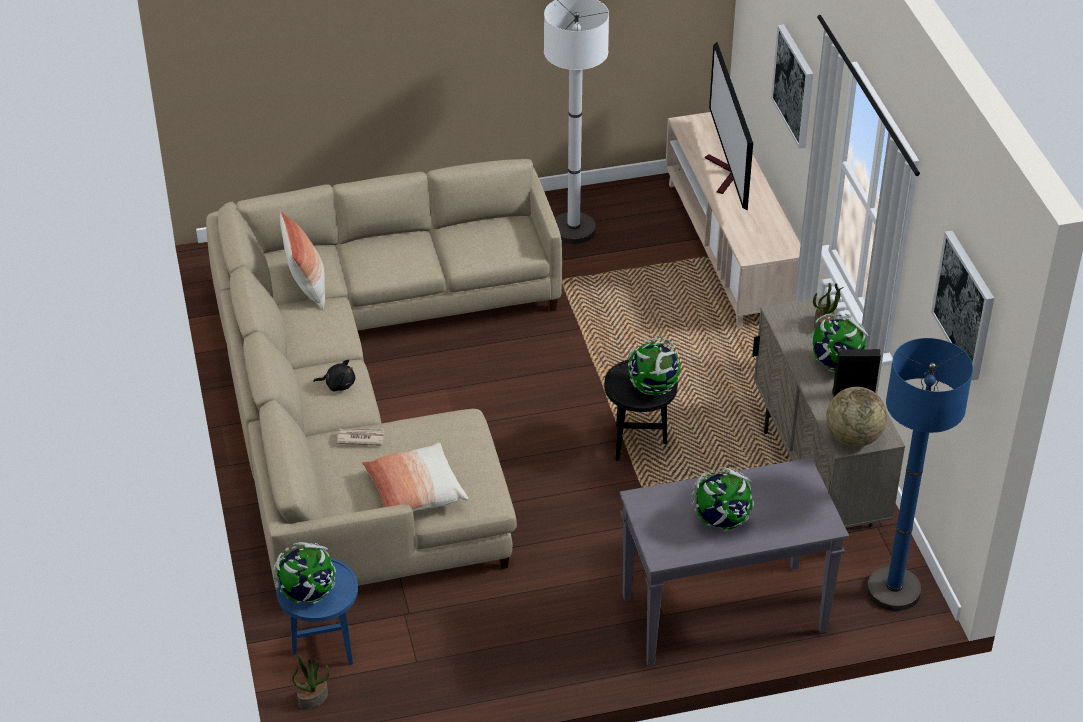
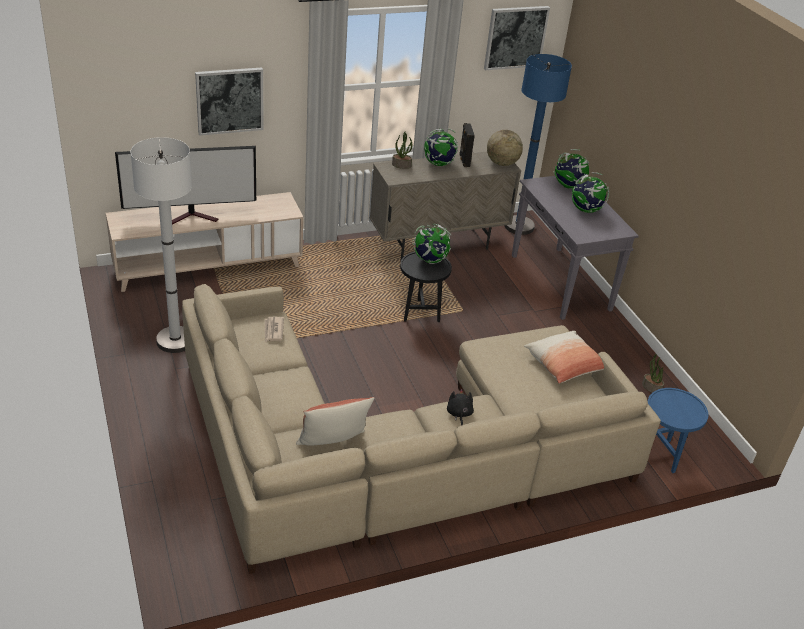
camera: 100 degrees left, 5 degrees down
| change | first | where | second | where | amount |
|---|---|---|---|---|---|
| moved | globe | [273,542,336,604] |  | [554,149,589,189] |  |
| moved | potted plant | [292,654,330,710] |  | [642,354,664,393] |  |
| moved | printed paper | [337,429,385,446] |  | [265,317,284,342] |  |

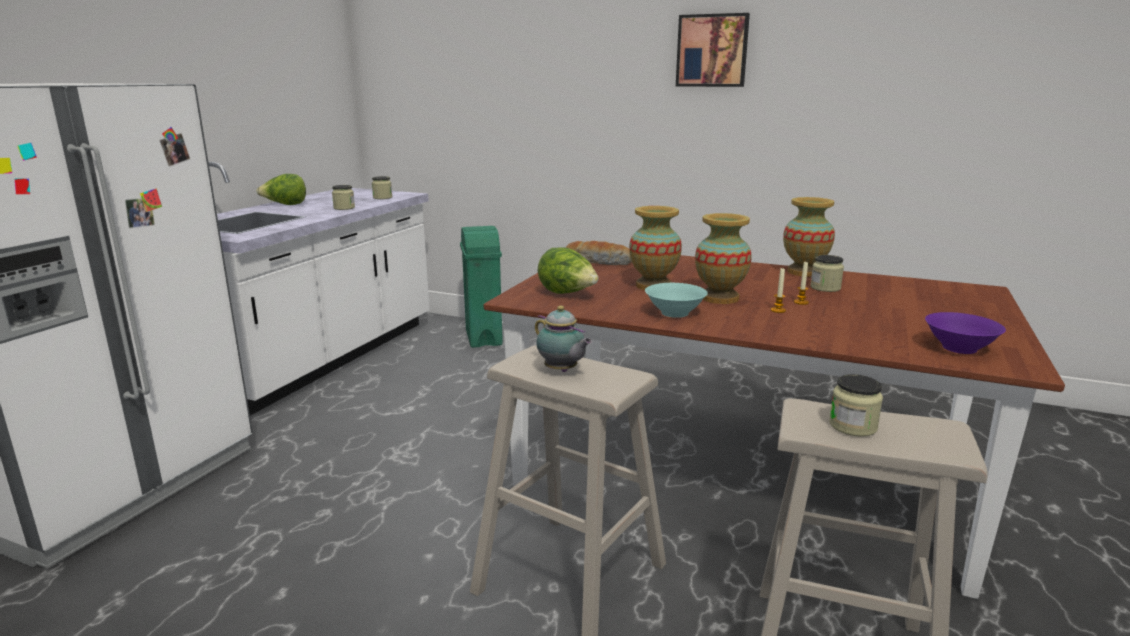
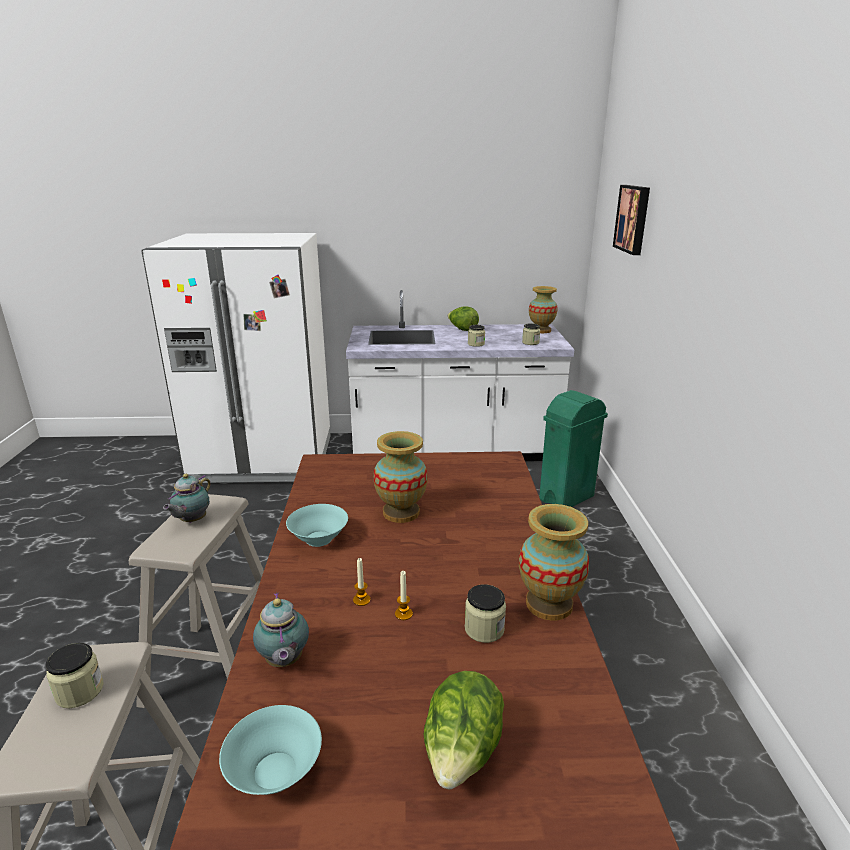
camera: 65 degrees right, 5 degrees up
| change | first | where | second | where | amount |
|---|---|---|---|---|---|
| moved | lettuce head | [538,247,599,294] |  | [424,671,504,789] |  |
| removed | bakery bread | [566,241,632,265] |  |  |  |
| moved | wall art | [676,13,750,87] |  | [613,185,650,255] |  |
| moved | decorative vase | [695,213,752,304] |  | [529,286,558,333] |  |
| recoloured | purple serving bowl | [925,312,1006,354] | turquoise serving bowl | [219,705,322,795] |  |
| added |  |  | pot for tea | [253,592,309,667] |  |

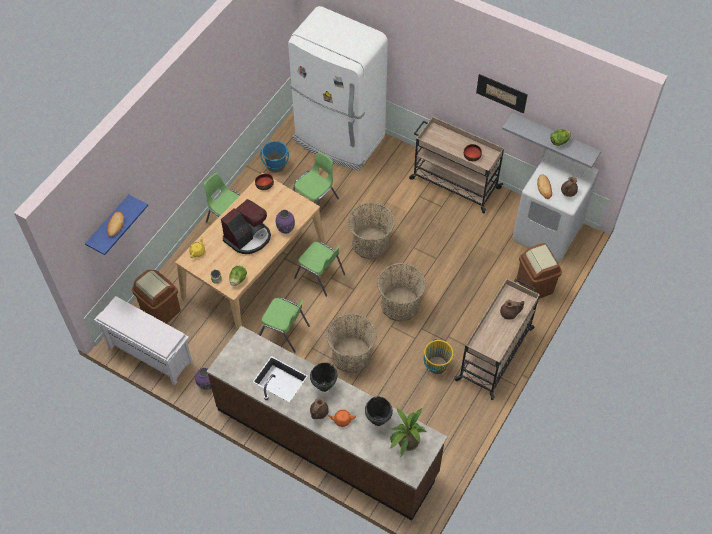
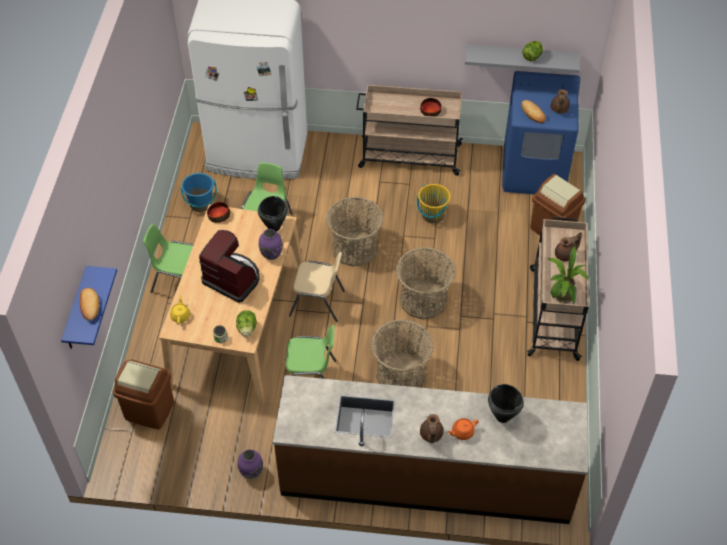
camera: 25 degrees left, 5 degrees down
| change | first | where | second | where | amount |
|---|---|---|---|---|---|
| removed | white-coloured long seat | [94,296,193,385] |  |  |  |
| turned | coffee machine | [221,199,271,254] |  | [199,230,260,303] | 75 degrees counterclockwise |
| recoloured | greenish chair | [294,242,345,297] | sand-coloured chair | [289,252,345,322] |  |
| moved | black saucepot | [310,362,338,392] |  | [258,196,287,232] |  |
| moved | potted plant | [389,408,427,457] |  | [548,246,589,304] |  |
| moved | yellow water bucket | [424,339,454,374] |  | [417,184,451,223] |  |
| removed | wall art | [476,74,528,114] |  |  |  |
| recoloured | white-coloured laundry machine | [512,149,599,262] | bluish laundry machine | [502,71,580,194] |  |

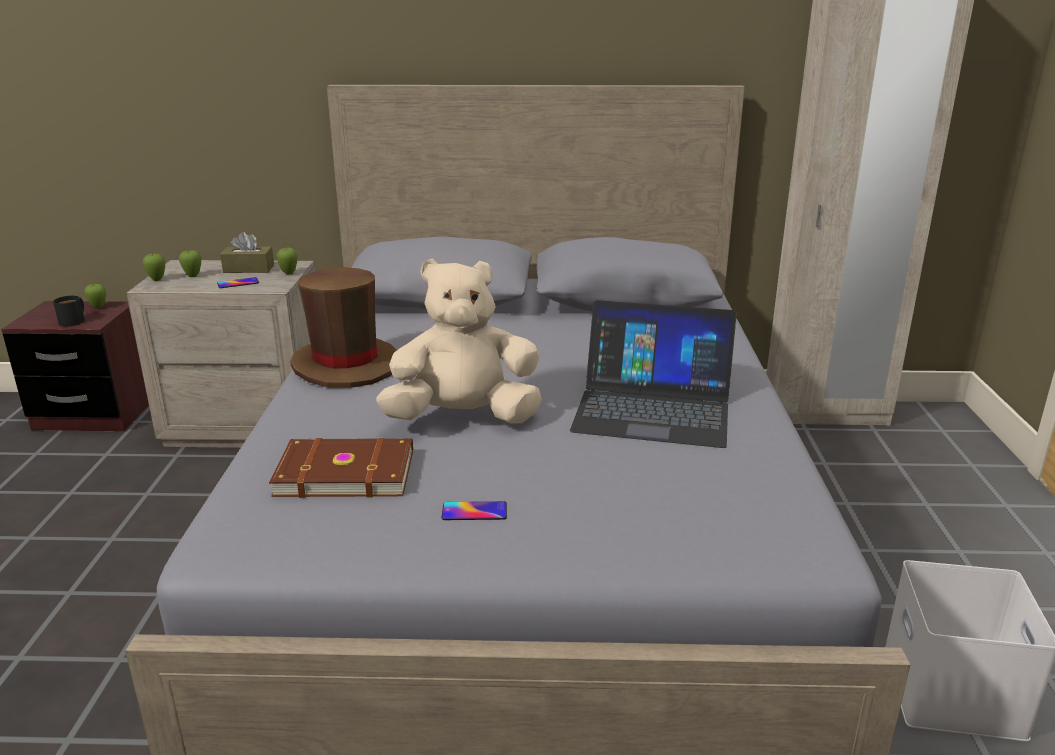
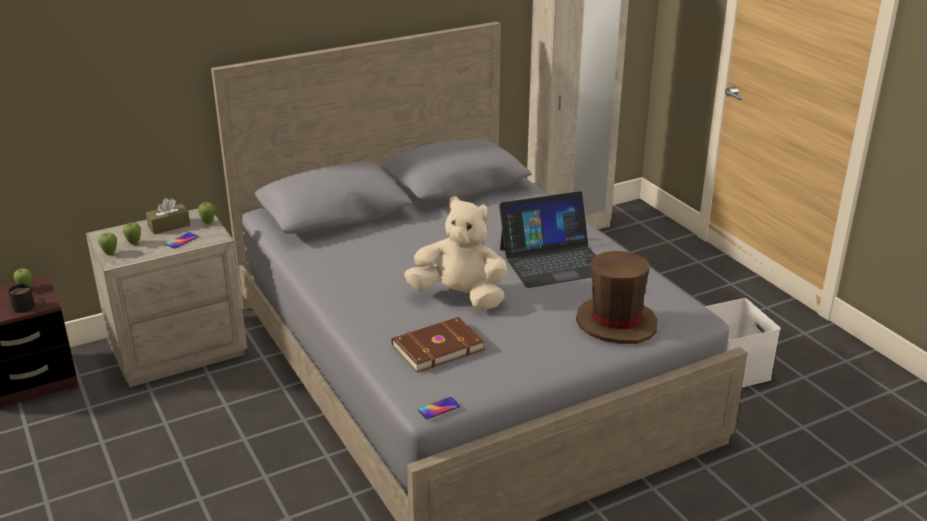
camera: 30 degrees left, 5 degrees up
| change | first | where | second | where | amount |
|---|---|---|---|---|---|
| moved | brown clothing hat | [290,267,397,388] |  | [576,251,658,344] |  |
| turned | sand-coloured plush toy | [377,259,542,424] |  | [404,196,508,310] | 60 degrees clockwise |
| moved | telephone | [442,501,507,520] |  | [418,397,460,419] |  |

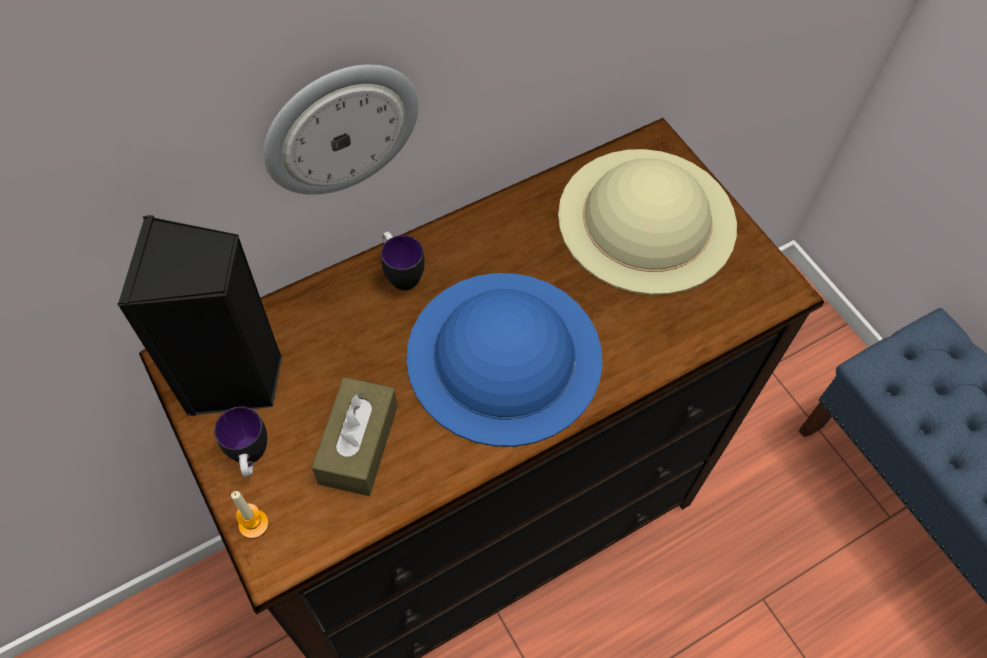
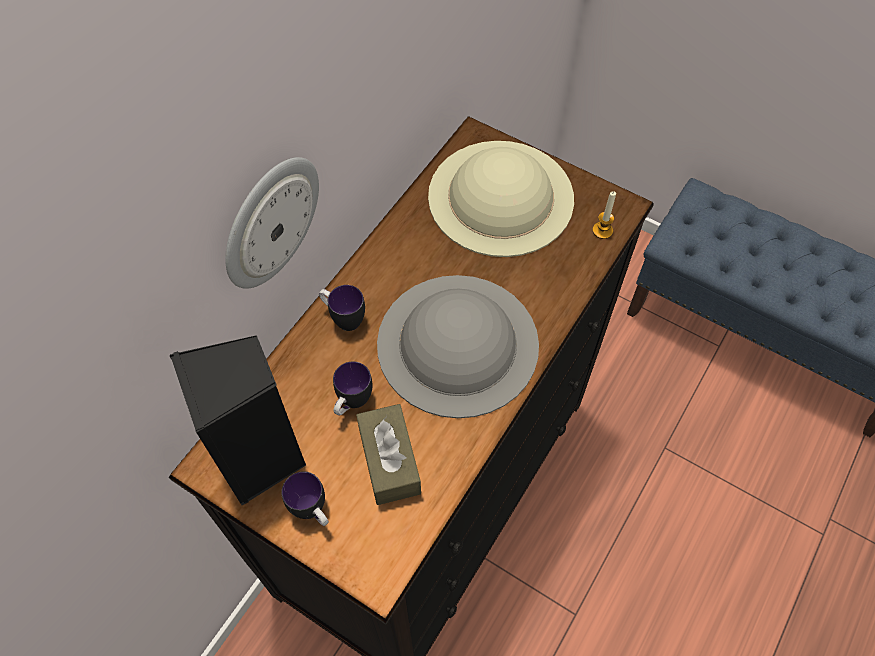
camera: 25 degrees left, 0 degrees up
| change | first | where | second | where | amount |
|---|---|---|---|---|---|
| moved | wax candle | [231,491,269,539] |  | [592,191,616,239] |  |
| recoloured | bluish clothing hat | [406,273,603,447] | grey clothing hat | [377,275,539,418] |  |
| added |  |  | coffee mug | [333,361,373,415] |  |

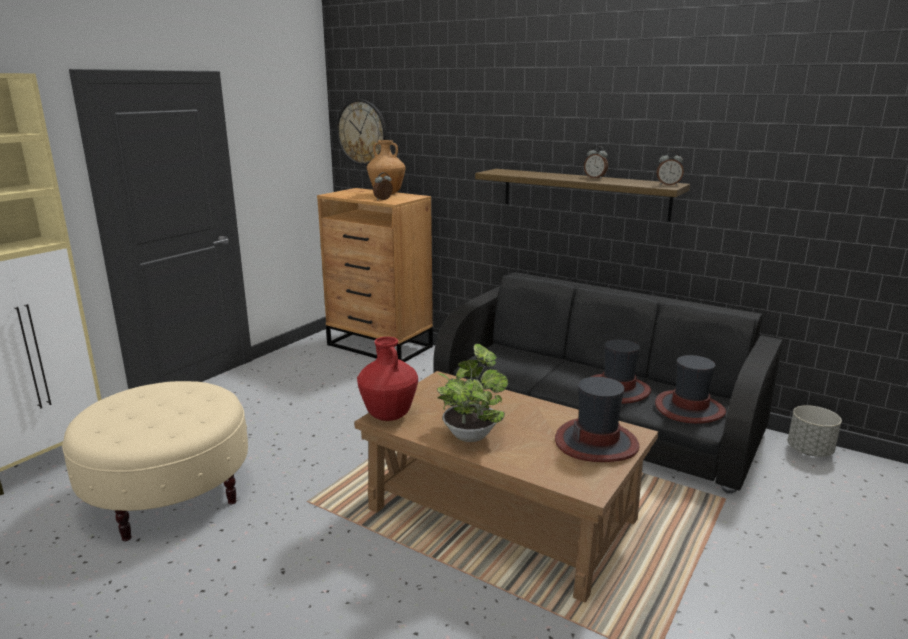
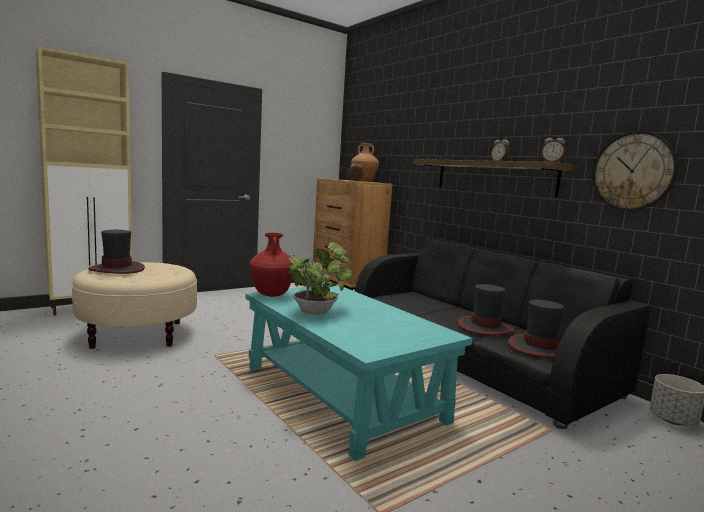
camera: 20 degrees right, 10 degrees down
| change | first | where | second | where | amount |
|---|---|---|---|---|---|
| moved | wall clock | [336,99,387,165] |  | [592,131,678,210] |  |
| recoloured | brown lounge table | [354,371,658,603] | turquoise lounge table | [246,285,472,461] |  |
| moved | clothing hat | [555,377,639,462] |  | [88,230,145,274] |  |

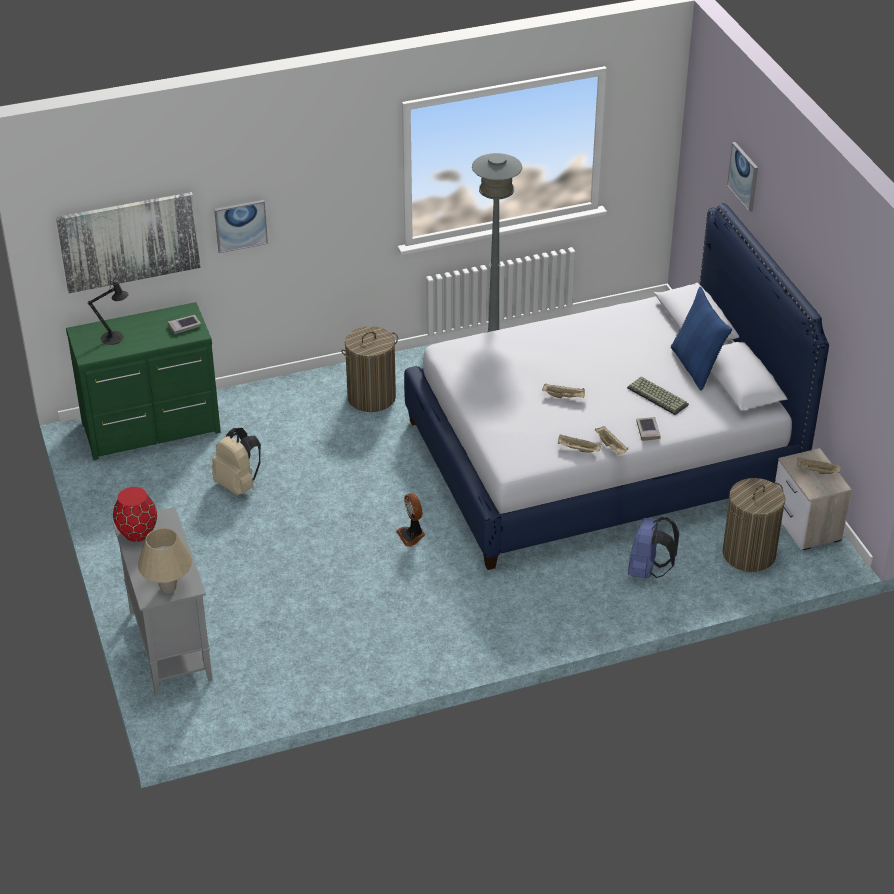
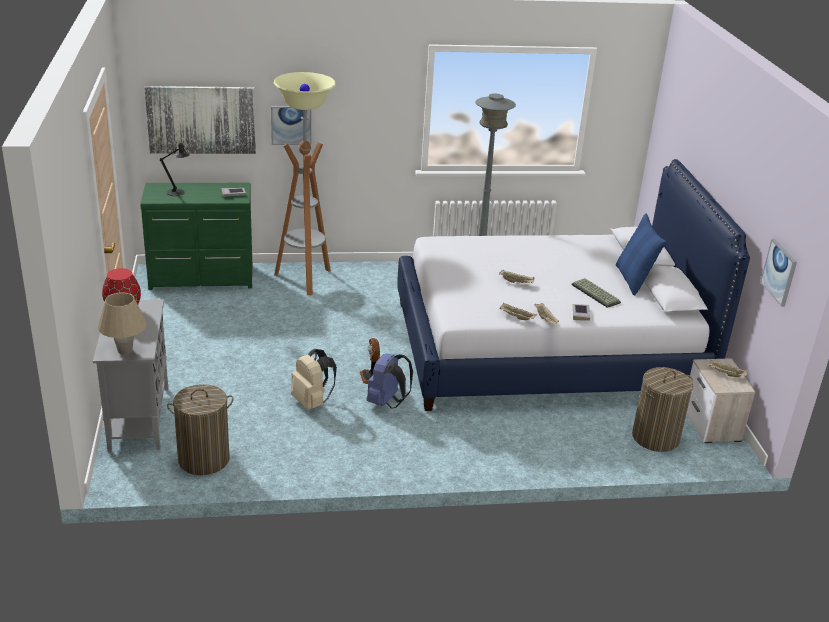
camera: 10 degrees right, 10 degrees down
| change | first | where | second | where | amount |
|---|---|---|---|---|---|
| moved | sand-coloured rucksack | [212,428,261,495] |  | [291,349,337,410] |  |
| moved | laundry basket | [341,326,398,412] |  | [167,384,233,475] |  |
| moved | bluish rucksack | [628,517,679,579] |  | [367,354,413,409] |  |
| moved | wall art | [727,142,758,212] |  | [760,239,797,307] |  |
| added |  |  | standing lamp | [273,72,335,295] |  |

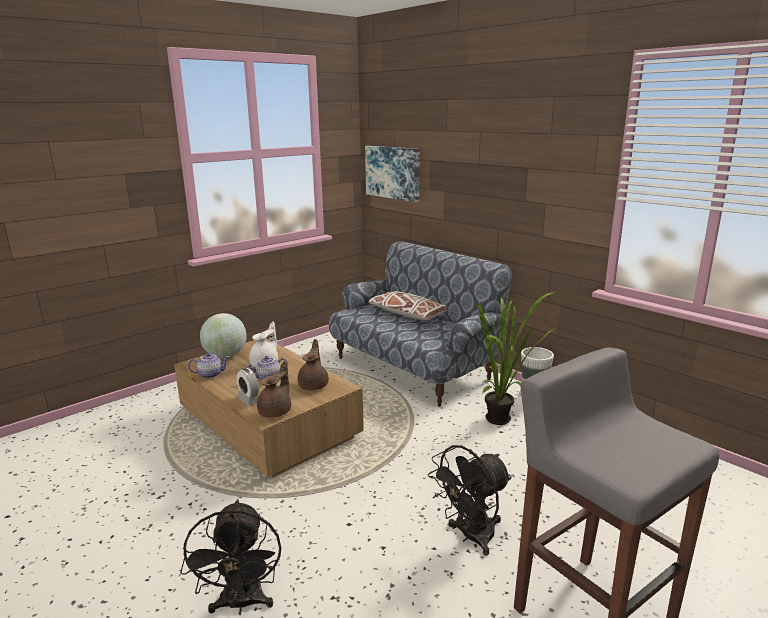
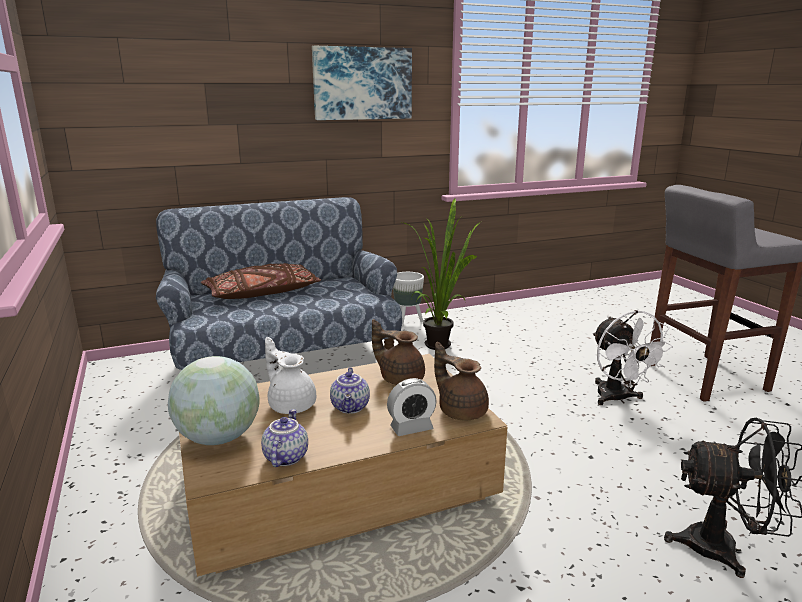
camera: 70 degrees left, 0 degrees up
| change | first | where | second | where | amount |
|---|---|---|---|---|---|
| moved | wall art | [365,146,420,202] |  | [312,46,412,120] |  |
| recoloured | white-coloured pillow | [368,291,449,320] | brown pillow | [201,263,321,299] |  |
| recoloured | black cooling fan | [428,445,512,556] | white-coloured cooling fan | [593,310,673,405] |  |

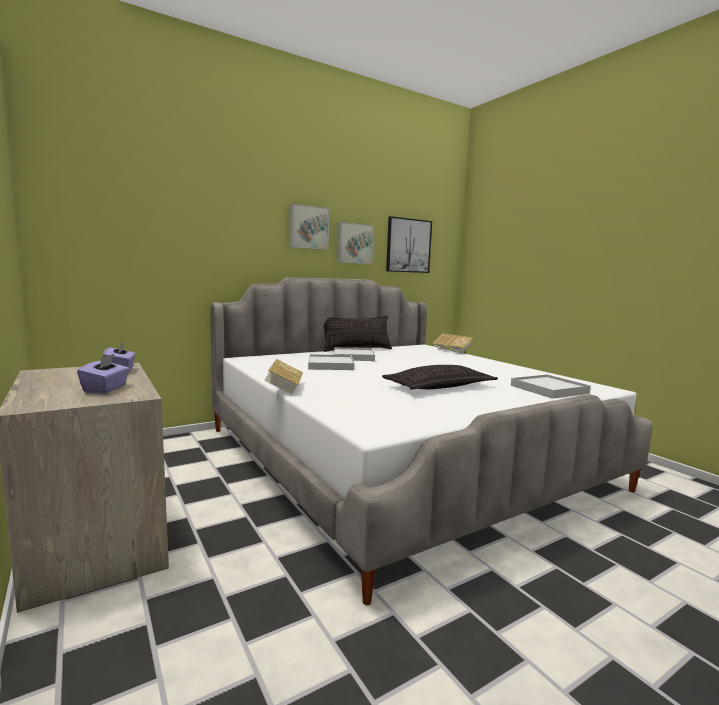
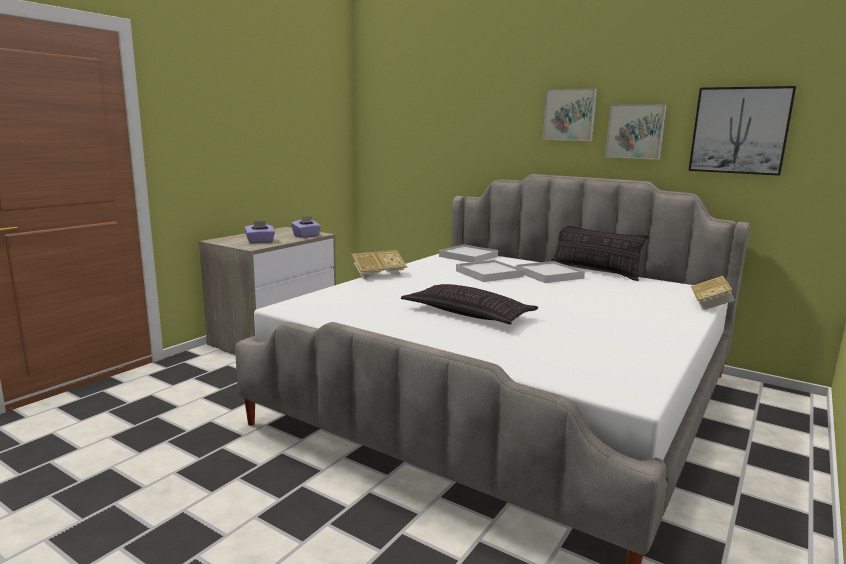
camera: 65 degrees right, 5 degrees up
| change | first | where | second | where | amount |
|---|---|---|---|---|---|
| moved | white-coloured carrying tray | [511,374,591,399] |  | [439,244,498,262] |  |

